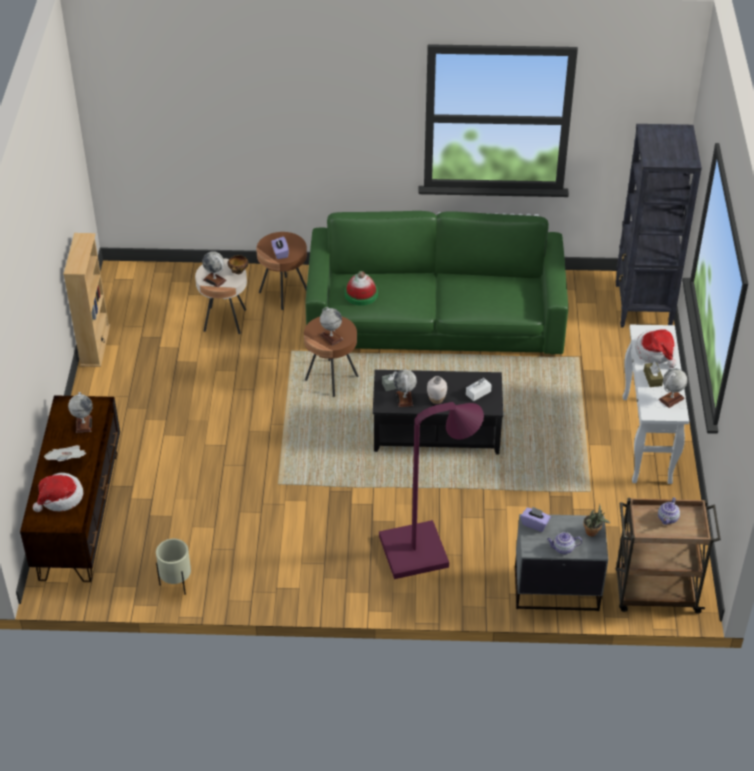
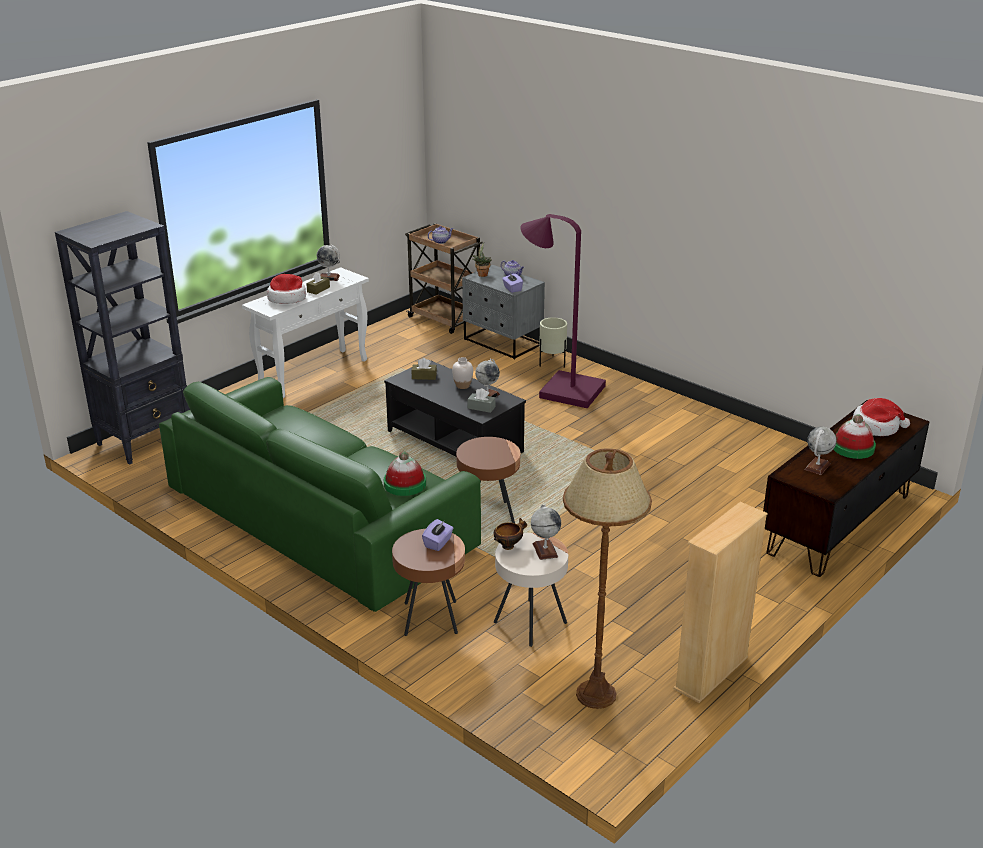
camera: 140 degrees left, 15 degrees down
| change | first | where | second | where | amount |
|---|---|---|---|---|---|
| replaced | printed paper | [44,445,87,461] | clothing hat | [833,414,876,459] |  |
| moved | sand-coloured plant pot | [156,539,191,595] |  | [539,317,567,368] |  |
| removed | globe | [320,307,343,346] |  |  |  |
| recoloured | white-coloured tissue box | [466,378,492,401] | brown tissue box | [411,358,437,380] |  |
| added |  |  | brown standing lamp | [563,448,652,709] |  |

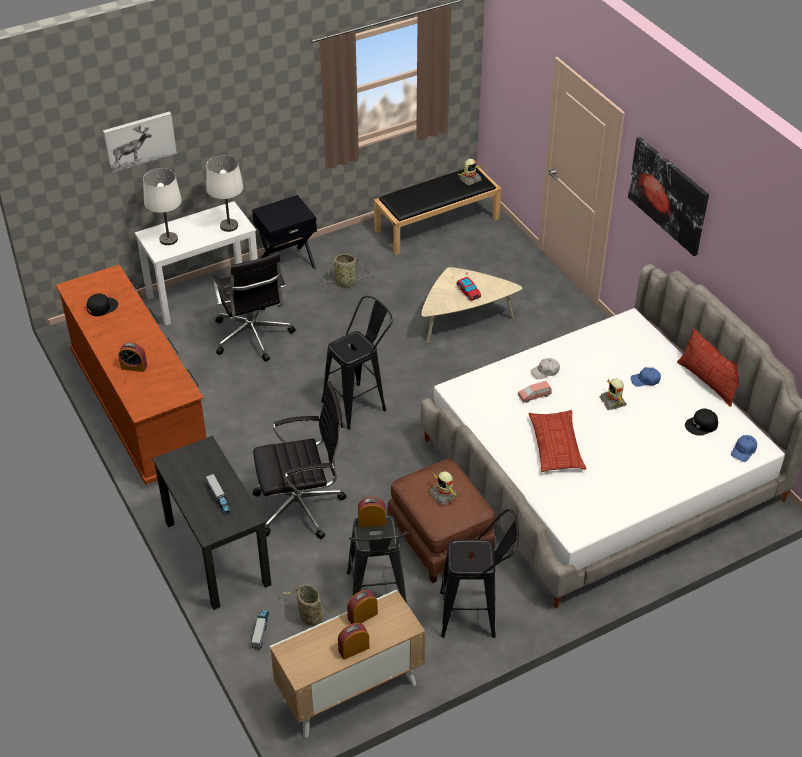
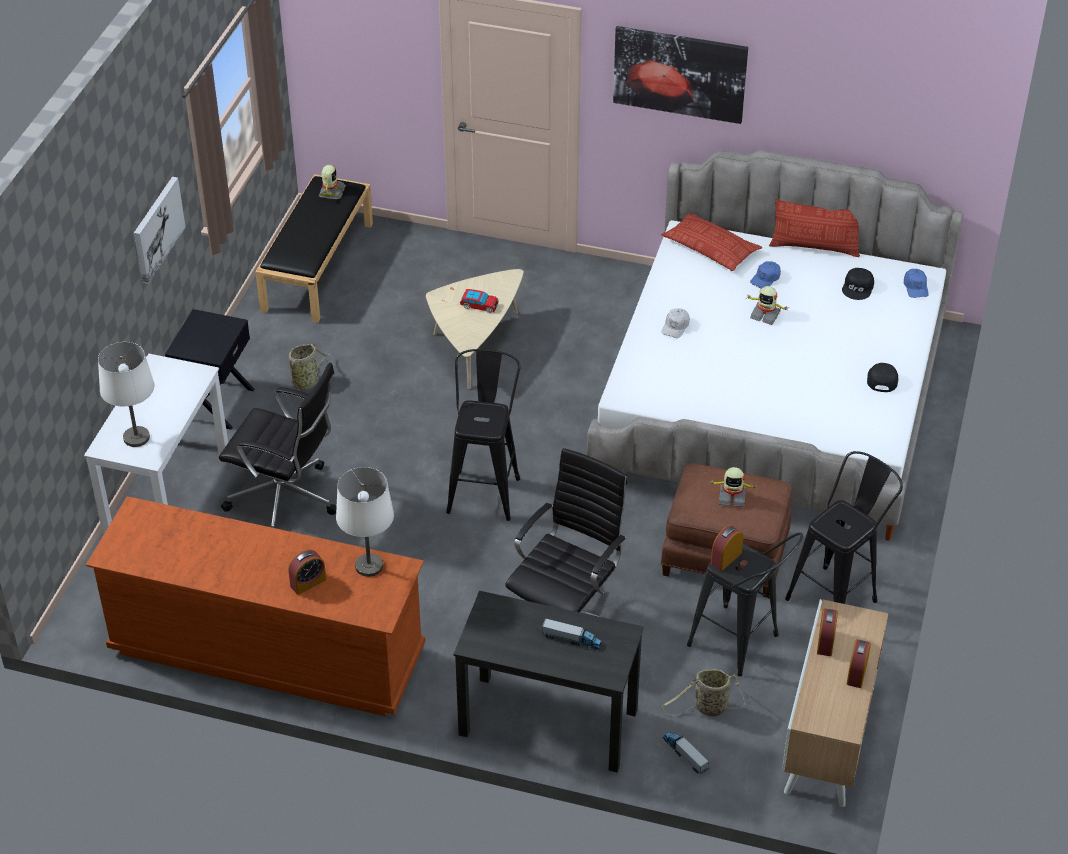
camera: 45 degrees left, 0 degrees up
| change | first | where | second | where | amount |
|---|---|---|---|---|---|
| moved | black cap | [87,293,118,316] |  | [867,363,898,392] |  |
| moved | wall art | [103,112,177,173] |  | [134,177,186,284] |  |
| moved | white-coloured tabletop lamp | [206,155,244,232] |  | [336,467,394,577] |  |
| removed | pink-coloured toy car | [518,381,552,403] |  |  |  |
| moved | pillow | [528,410,586,472] |  | [661,214,762,271] |  |

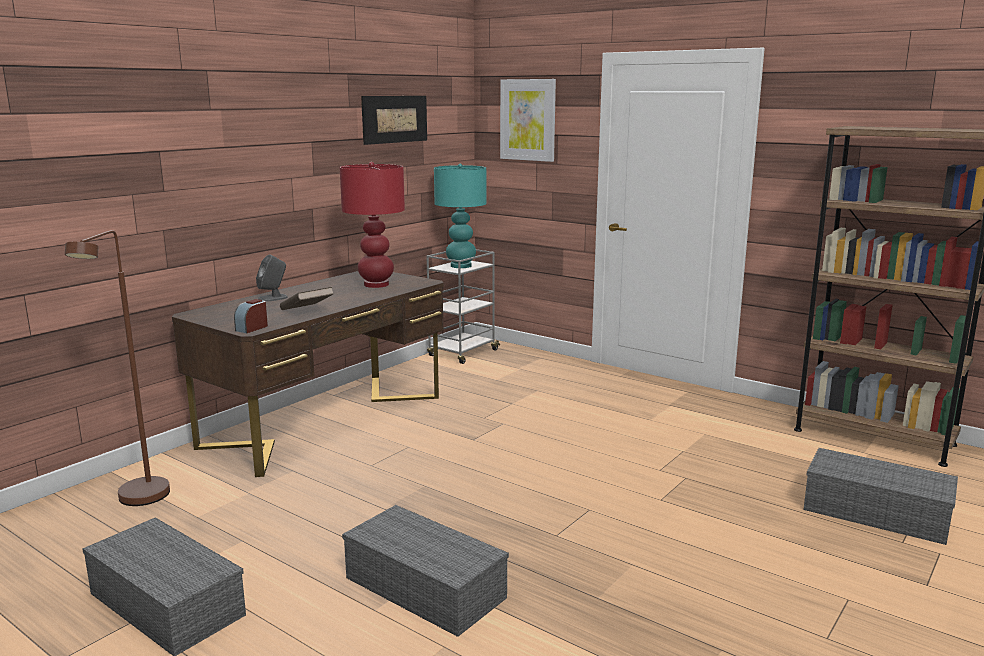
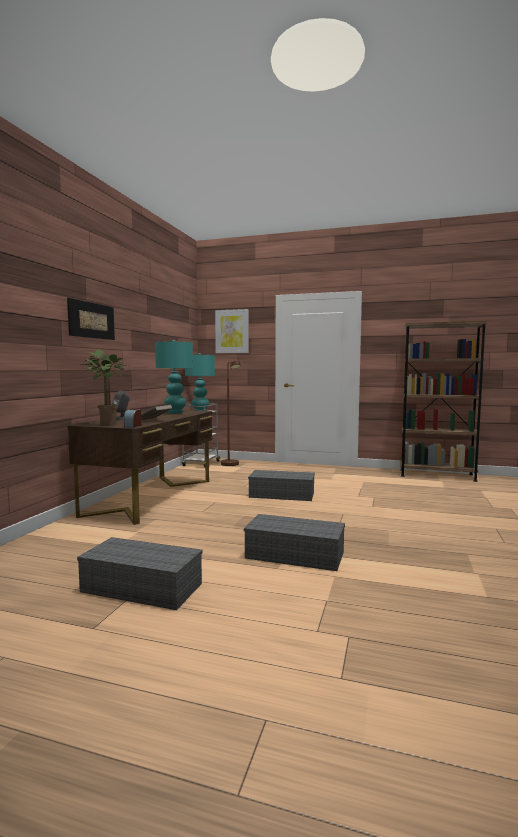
camera: 20 degrees left, 10 degrees down
| change | first | where | second | where | amount |
|---|---|---|---|---|---|
| moved | brown standing lamp | [65,230,170,506] |  | [221,361,241,466] |  |
| recoloured | red-coloured tabletop lamp | [339,162,405,288] | turquoise tabletop lamp | [155,340,193,414] |  |
| moved | wall art | [361,96,427,145] |  | [67,298,115,340] |  |
| moved | grey storage bin | [803,448,958,545] |  | [248,470,315,501] |  |
| added |  |  | potted plant | [82,350,126,425] |  |

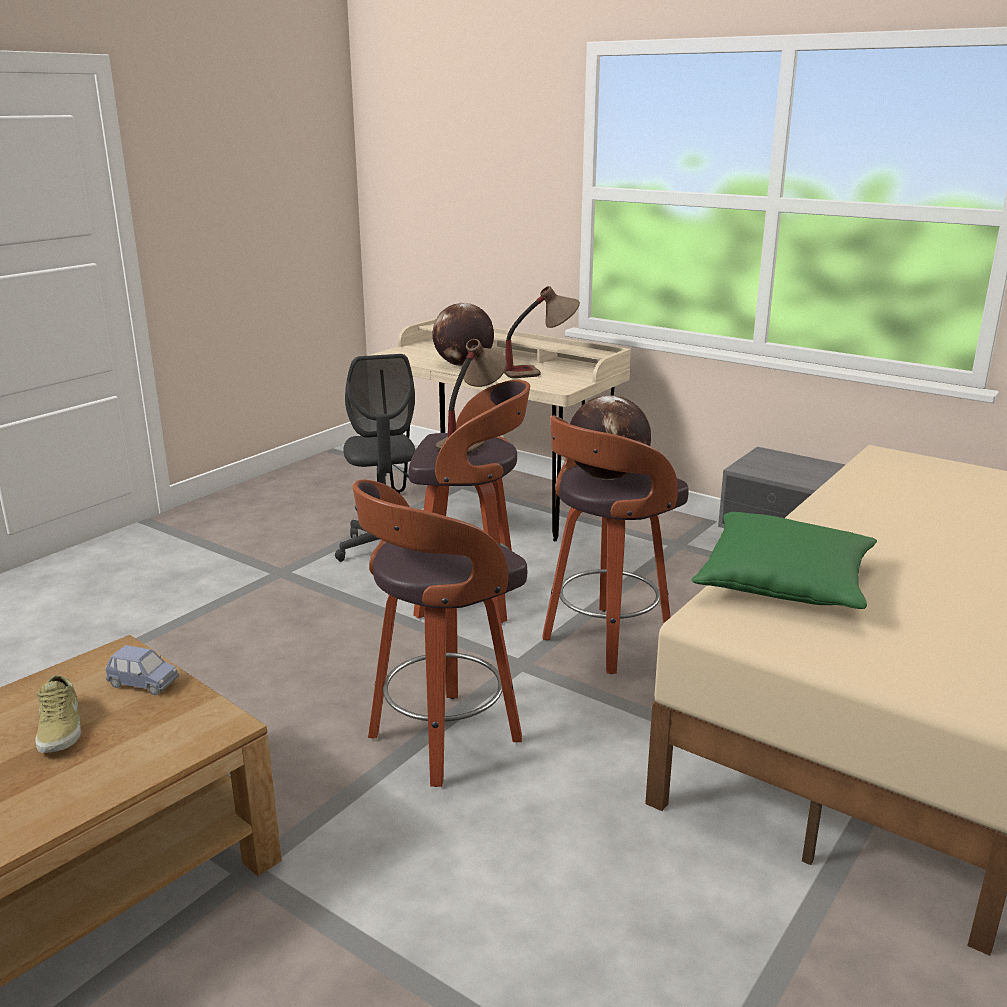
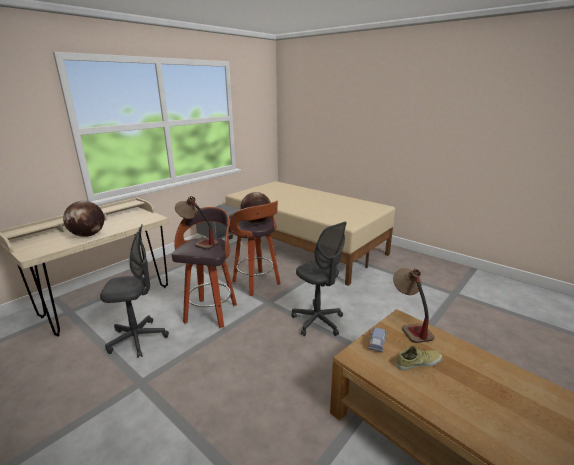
camera: 85 degrees left, 0 degrees up
| change | first | where | second | where | amount |
|---|---|---|---|---|---|
| replaced | stool seat | [353,480,527,787] | grey office chair | [292,222,347,336] |  |
| moved | tabletop lamp | [504,286,580,378] |  | [393,268,434,343] |  |
| removed | greenish pillow | [692,512,877,609] |  |  |  |

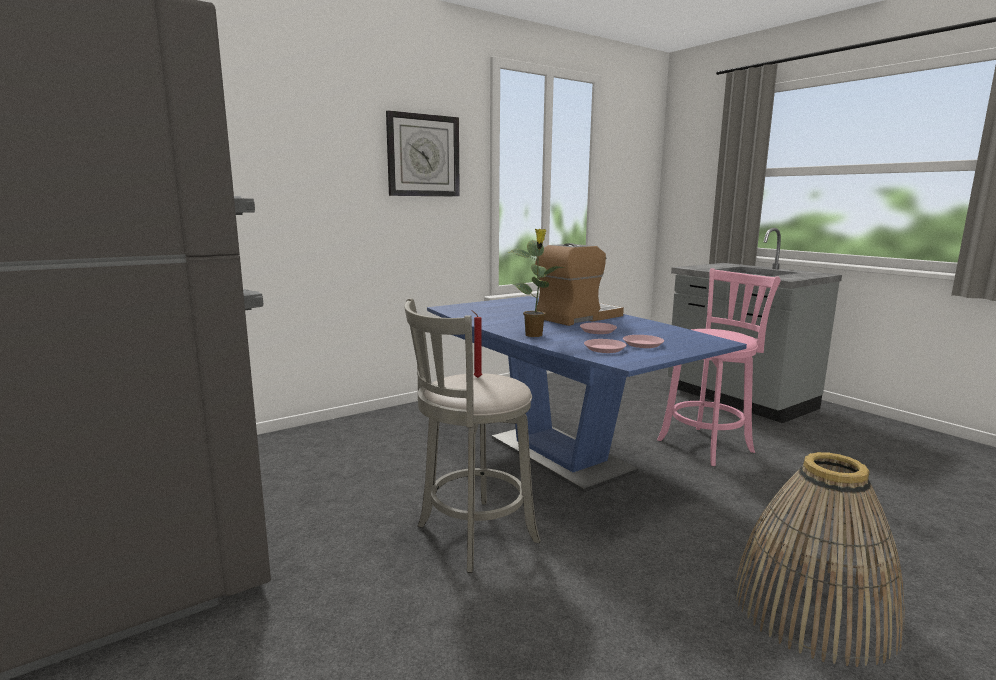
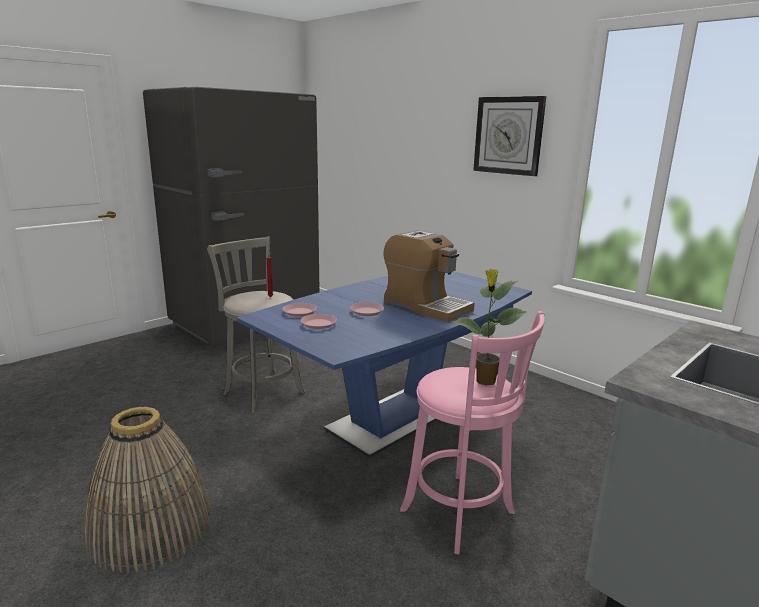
camera: 80 degrees right, 5 degrees up
| change | first | where | second | where | amount |
|---|---|---|---|---|---|
| moved | potted plant | [508,228,564,337] |  | [453,269,527,385] |  |

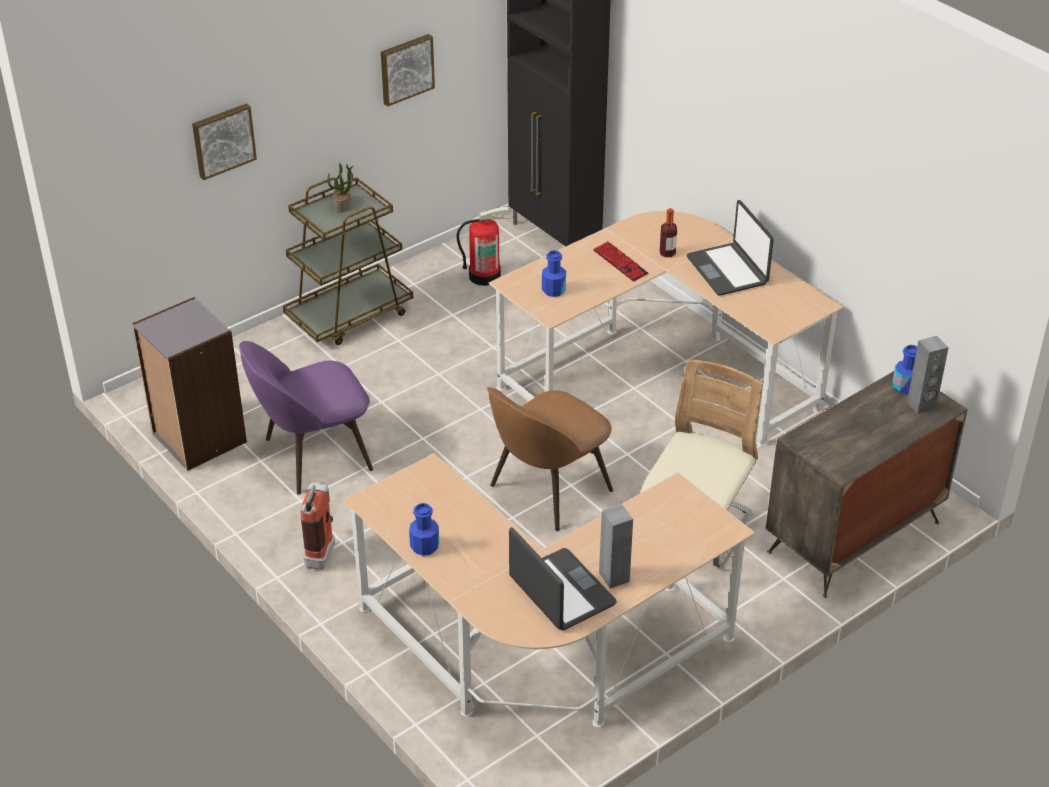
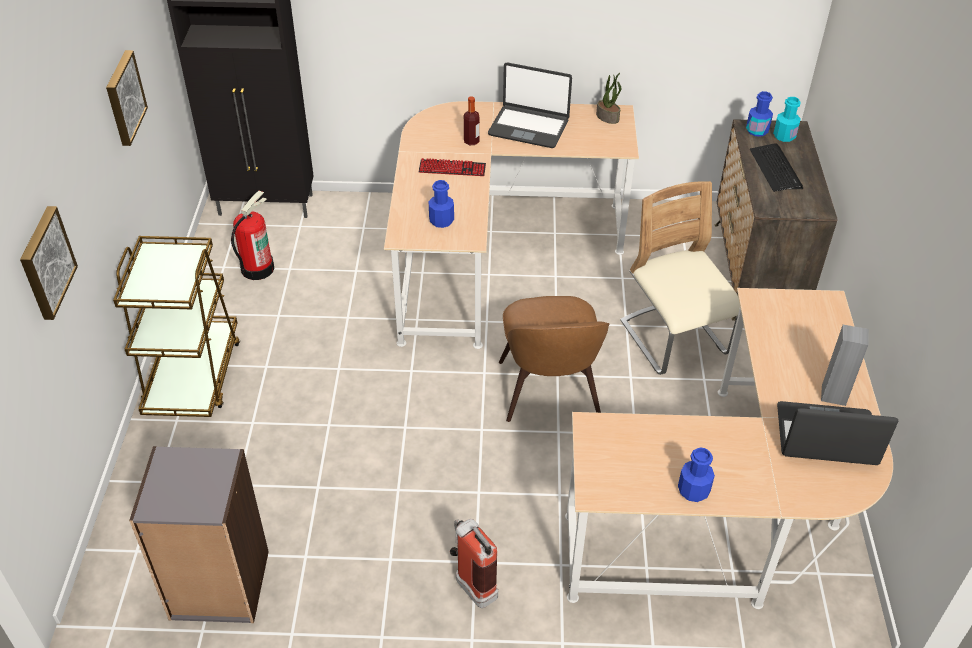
camera: 50 degrees left, 5 degrees up
| change | first | where | second | where | amount |
|---|---|---|---|---|---|
| removed | purple chair | [239,341,373,495] |  |  |  |
| moved | potted plant | [327,163,353,212] |  | [596,73,622,124] |  |
| replaced | grey audio speaker | [907,336,949,414] | turquoise drink bottle | [773,97,801,142] |  |
| added |  |  | computer keyboard | [750,143,803,192] |  |

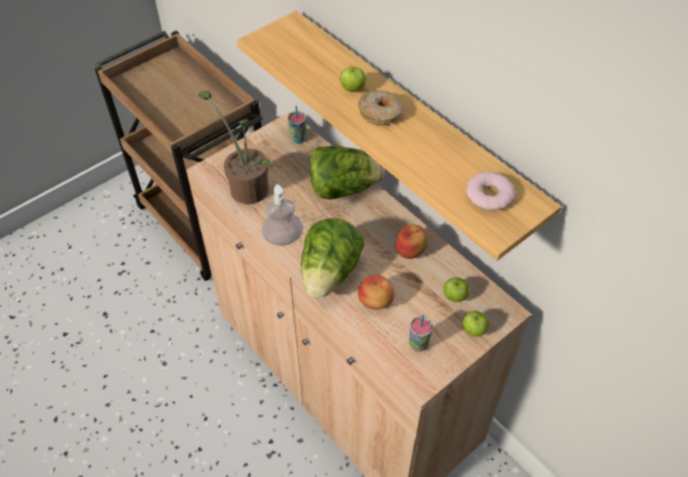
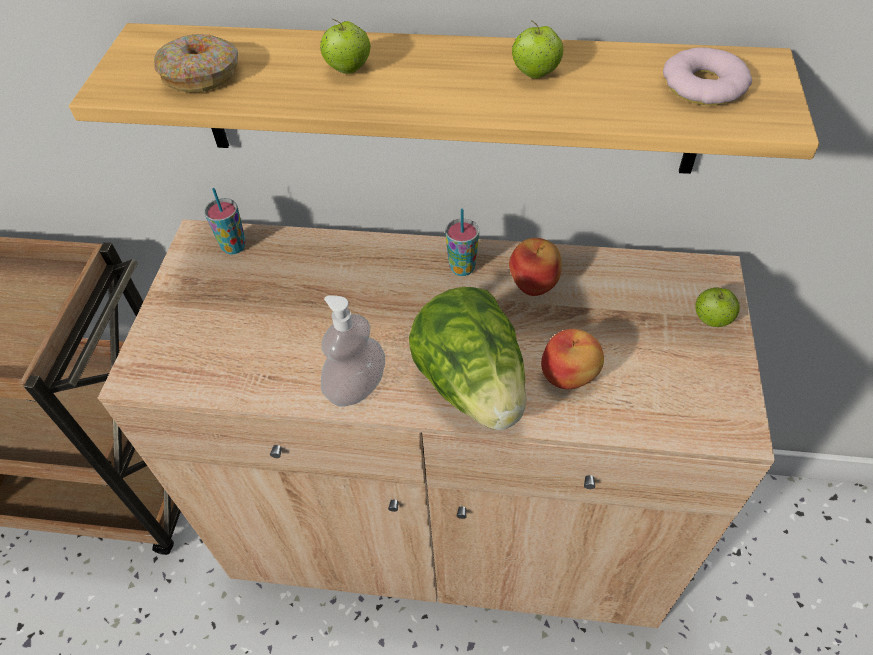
camera: 40 degrees left, 0 degrees up
| change | first | where | second | where | amount |
|---|---|---|---|---|---|
| removed | potted plant | [198,91,273,204] |  |  |  |
| removed | lettuce head | [310,146,385,200] |  |  |  |
| moved | ring doughnut | [358,90,403,126] |  | [154,34,238,93] |  |
| moved | cup | [410,315,433,352] |  | [445,208,479,276] |  |
| moved | whole apple | [444,277,469,302] |  | [512,20,563,79] |  |

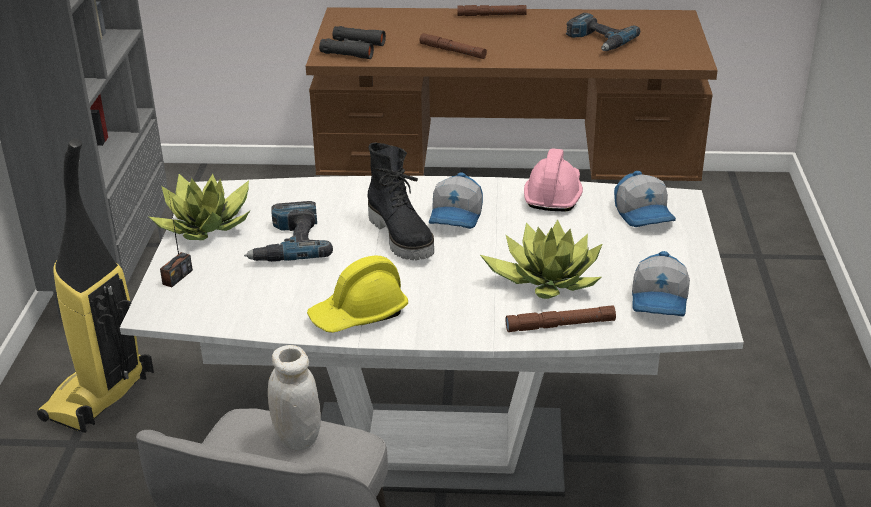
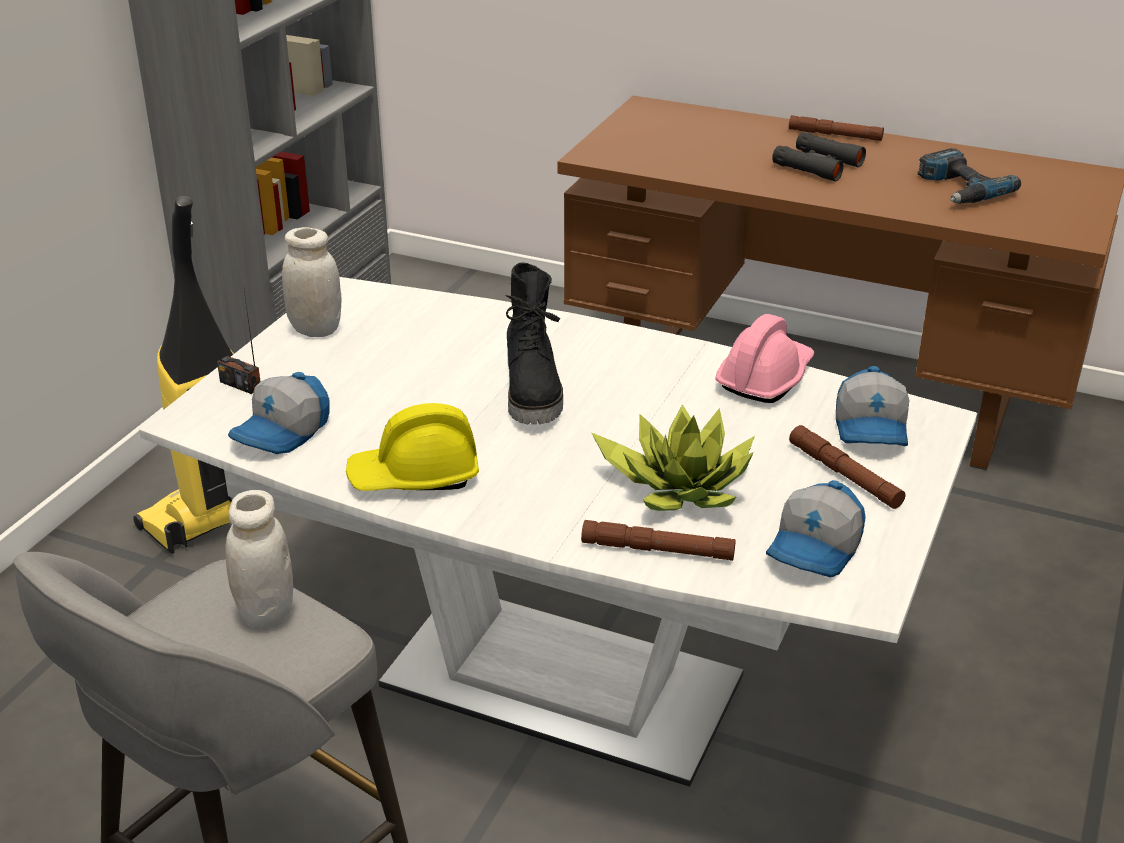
camera: 20 degrees right, 0 degrees up
| change | first | where | second | where | amount |
|---|---|---|---|---|---|
| replaced | potted plant | [149,174,250,240] | white-coloured storage jar | [282,227,341,337] |  |
| turned | radio | [160,196,193,287] |  | [217,285,261,394] | 75 degrees clockwise |
| removed | electric drill | [244,201,333,262] |  |  |  |
| moved | black pair of binoculars | [319,26,386,59] |  | [772,132,866,182] |  |
| moved | brown hand torch | [419,33,487,59] |  | [789,425,905,509] |  |
| moved | cap | [429,172,483,229] |  | [228,372,330,454] |  |

